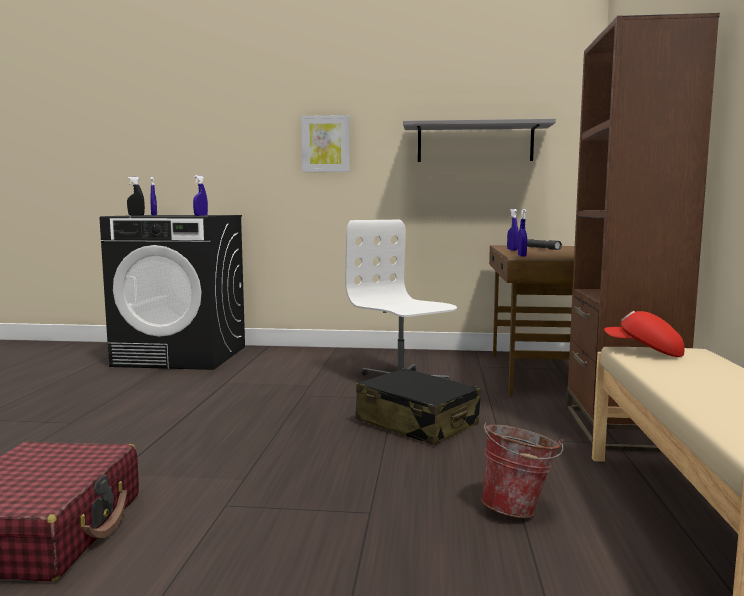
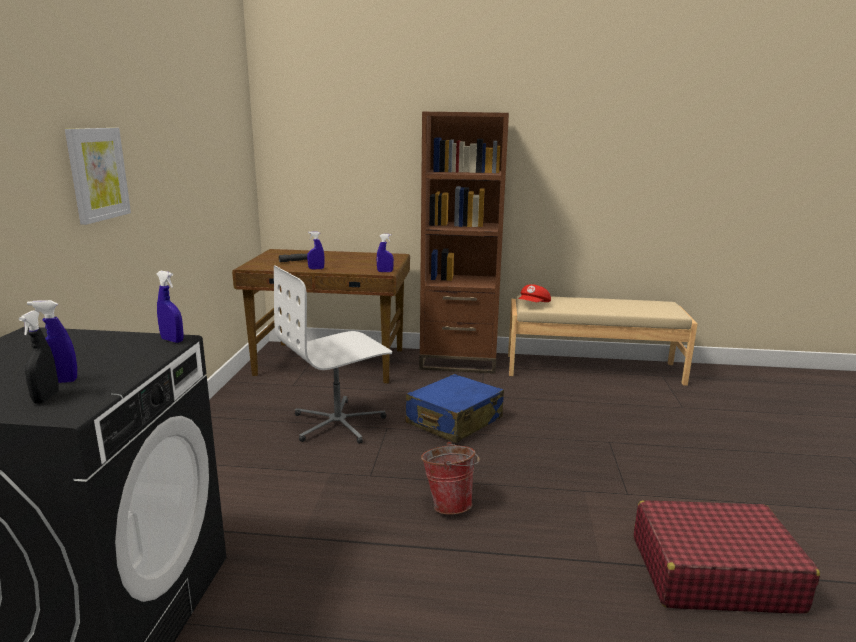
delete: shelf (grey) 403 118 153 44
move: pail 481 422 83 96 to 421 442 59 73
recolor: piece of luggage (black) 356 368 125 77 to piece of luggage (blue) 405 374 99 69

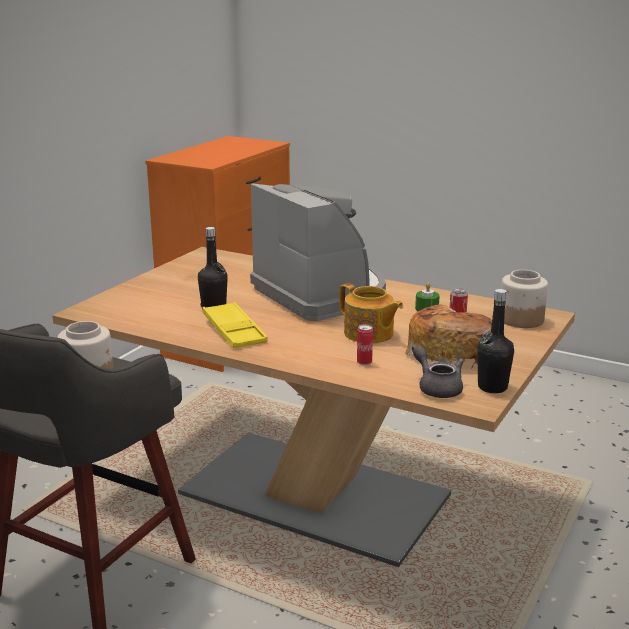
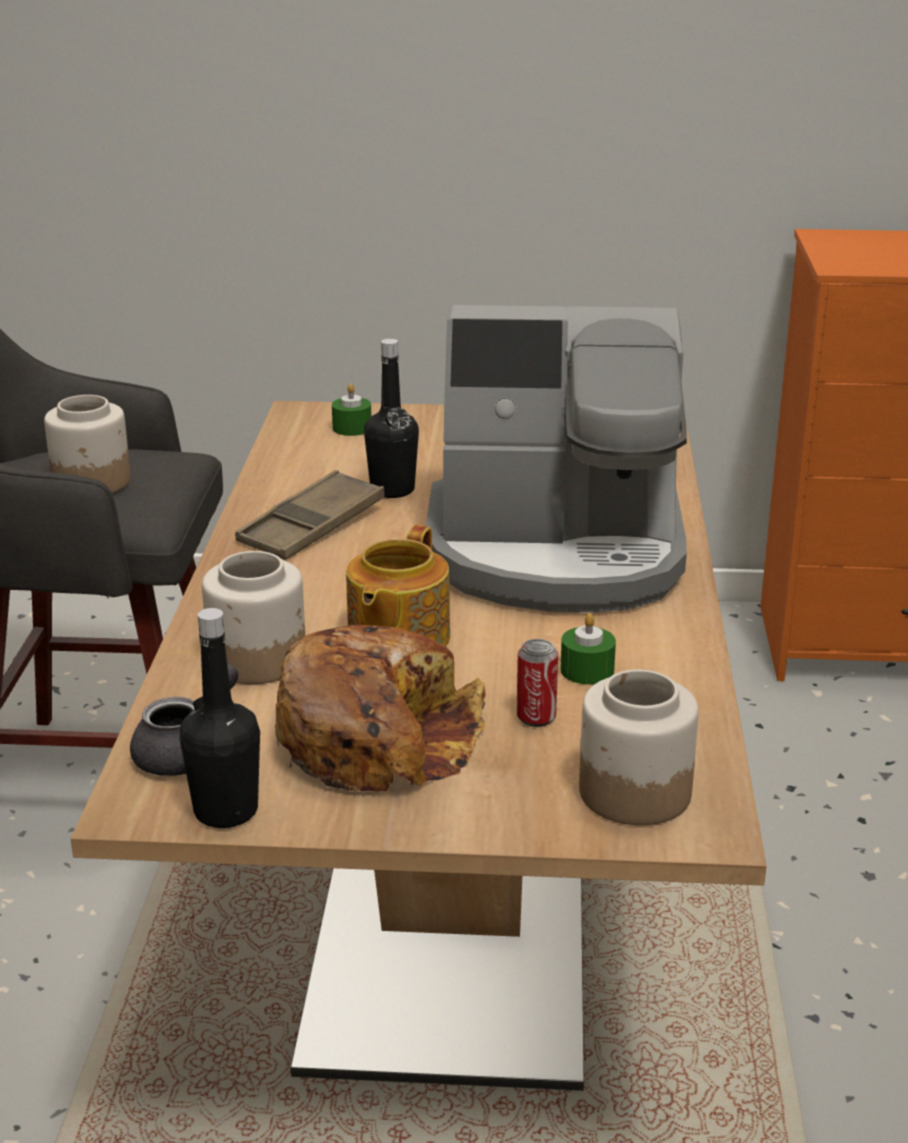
insert: wax light (green) 332 384 39 52
replace: metal can 357 324 16 41 to jar 202 551 103 133
recolor: carrying tray (yellowish) 202 302 66 46 to carrying tray (brownish) 235 470 150 90
rotate: coffee machine 250 184 136 137 = 426 305 261 308 60 degrees clockwise

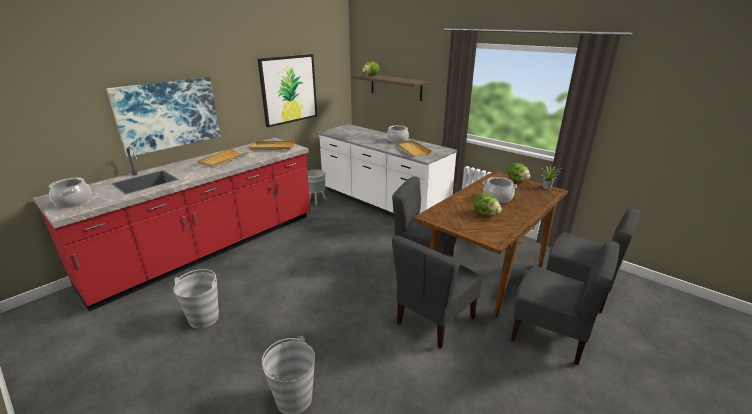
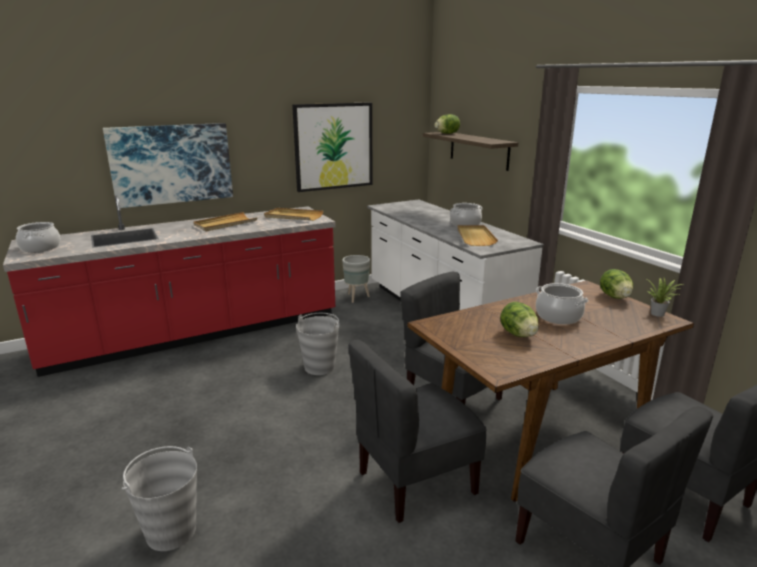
move: pail (grey) 174 269 45 60 to 296 313 43 62

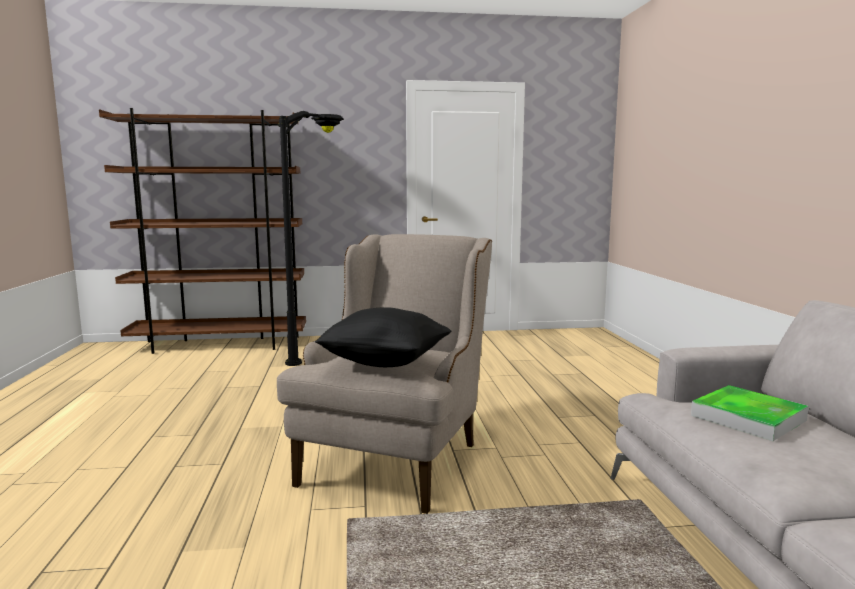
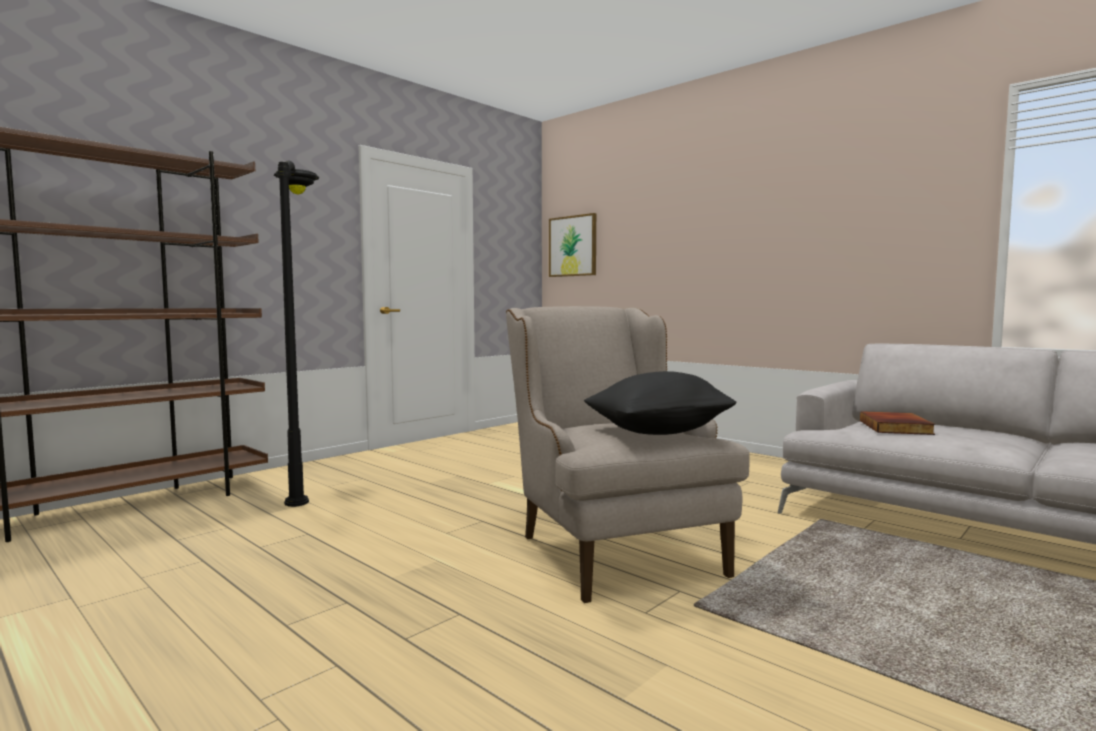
insert: wall picture 549 213 47 64
replace: carrying tray 691 385 118 56 to book 860 411 75 24

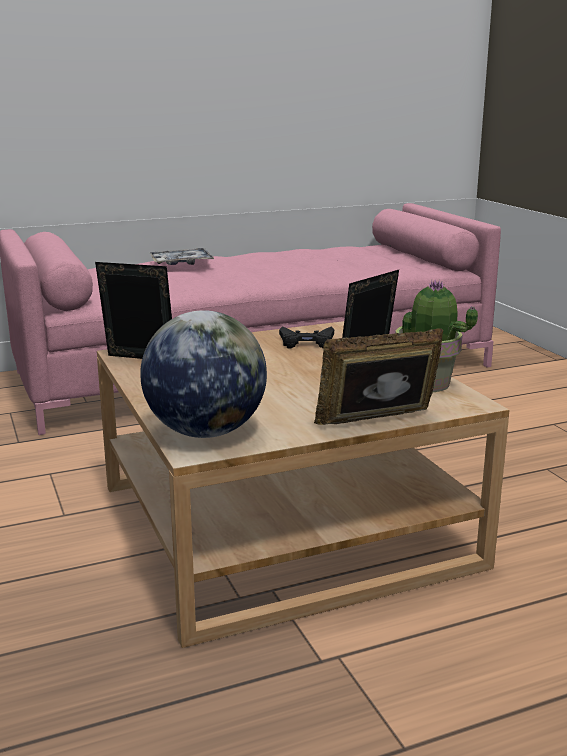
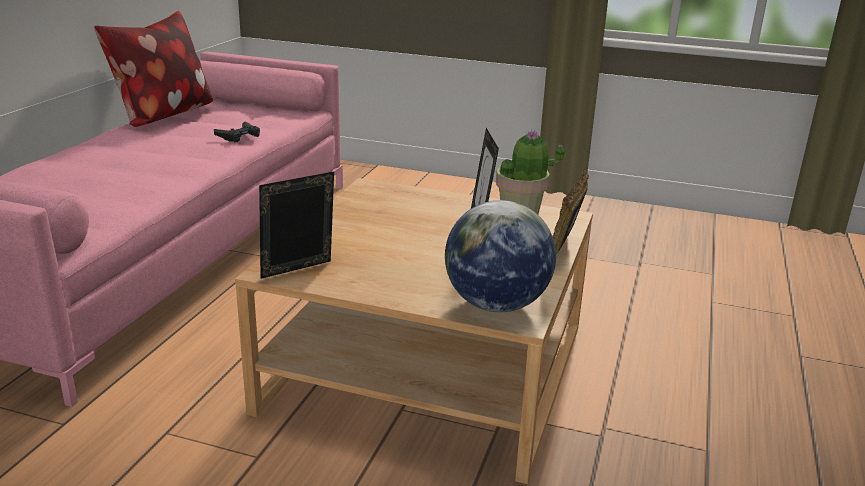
delete: carrying tray 149 248 65 17
insert: pillow 94 11 119 116
move: game controller (black) 279 326 55 23 to 214 122 46 20

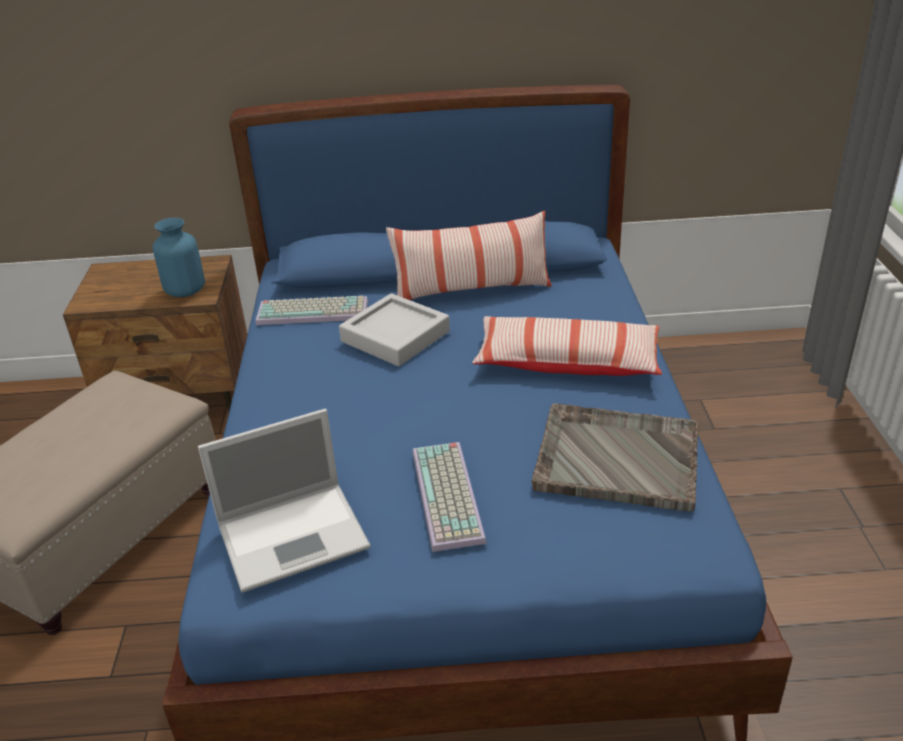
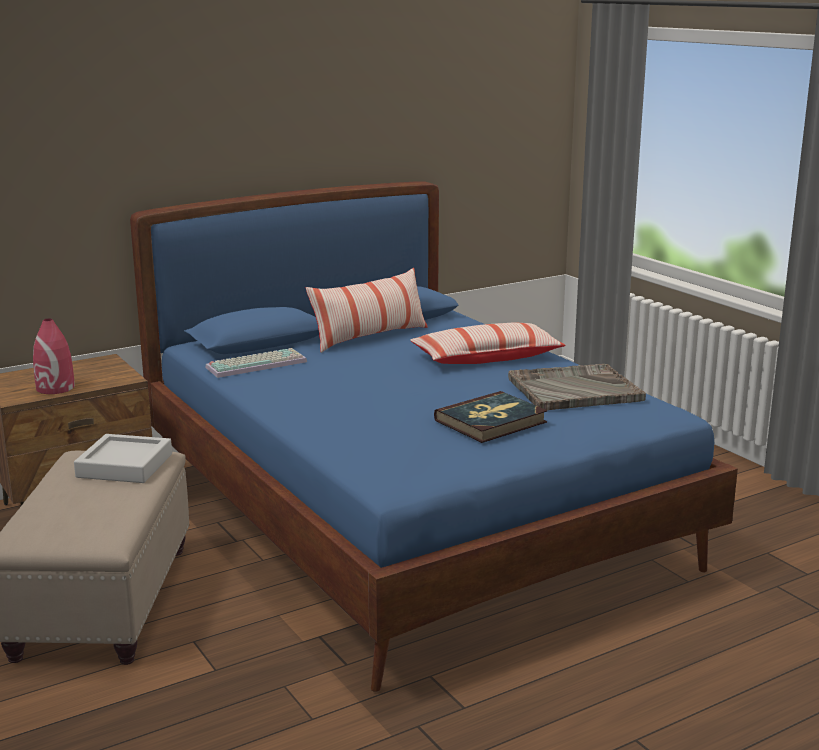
delete: flower vase (blue) 153 218 52 79; portable computer 198 409 172 184
insert: flower vase (reddish) 33 318 42 76
move: carrying tray (grey) 339 293 111 73 to 74 434 98 49
replace: keyboard 413 442 74 110 to book 434 391 114 52

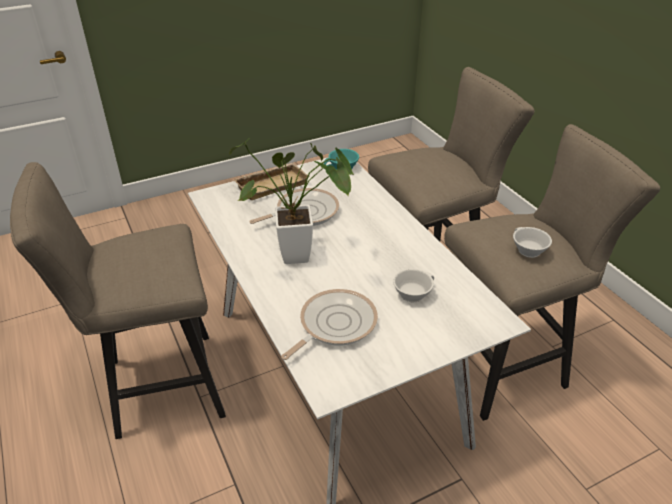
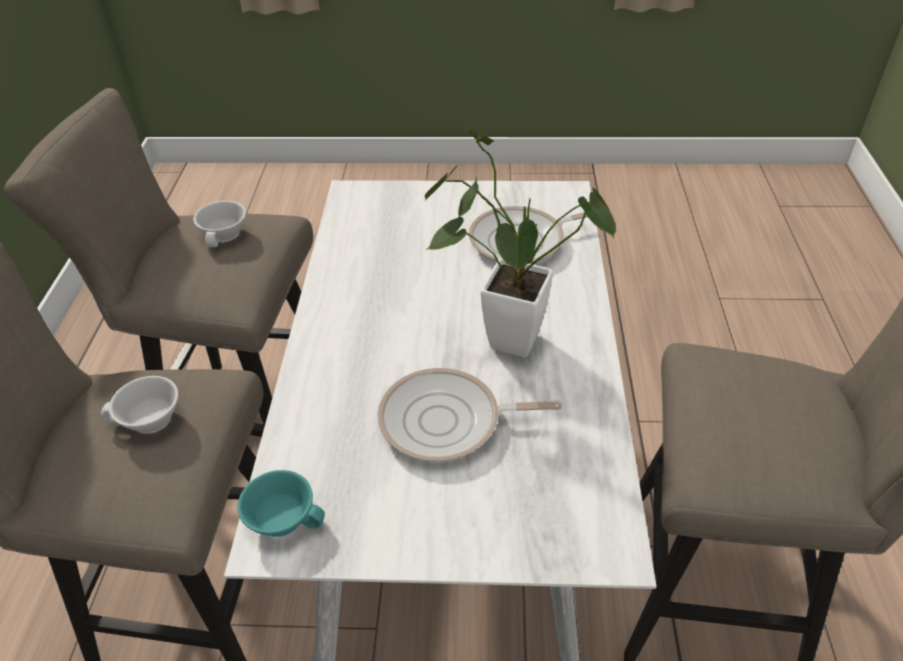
delete: carrying tray (sand-coloured) 234 163 74 37
move: cup (white) 393 269 41 33 to 101 376 78 58

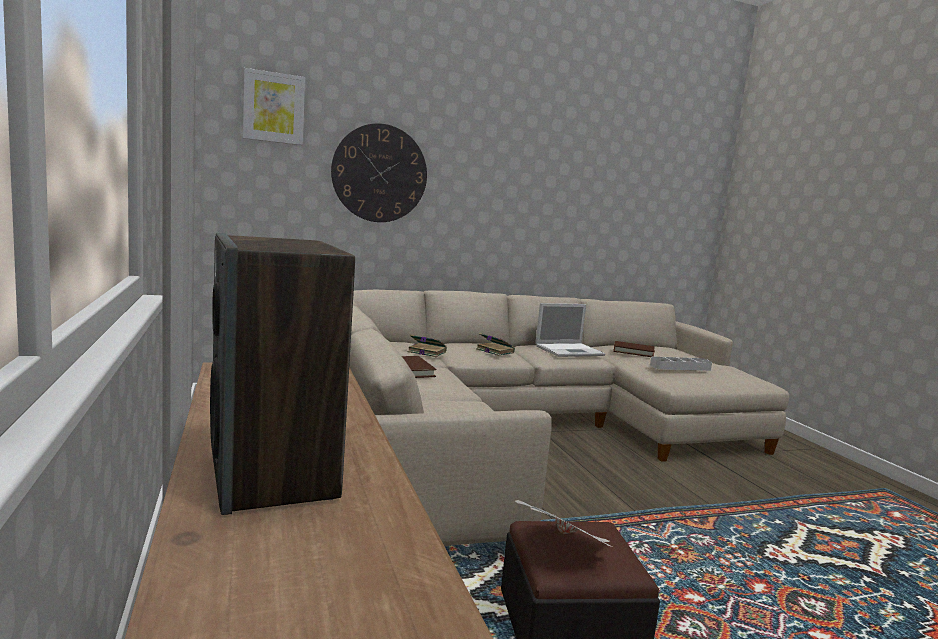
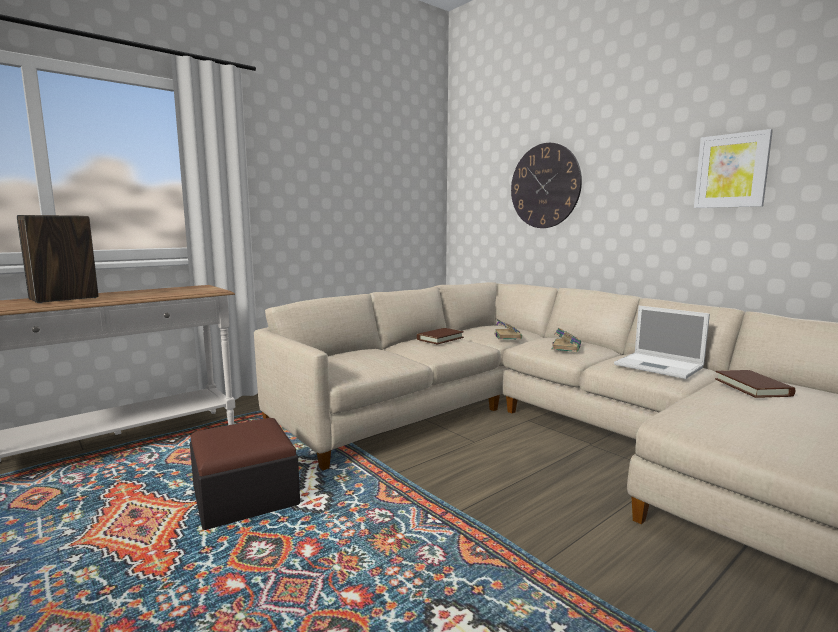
delete: carrying tray (grey) 650 357 62 14; daily paper 515 500 97 47
move: wall picture 243 68 62 77 to 694 129 79 79

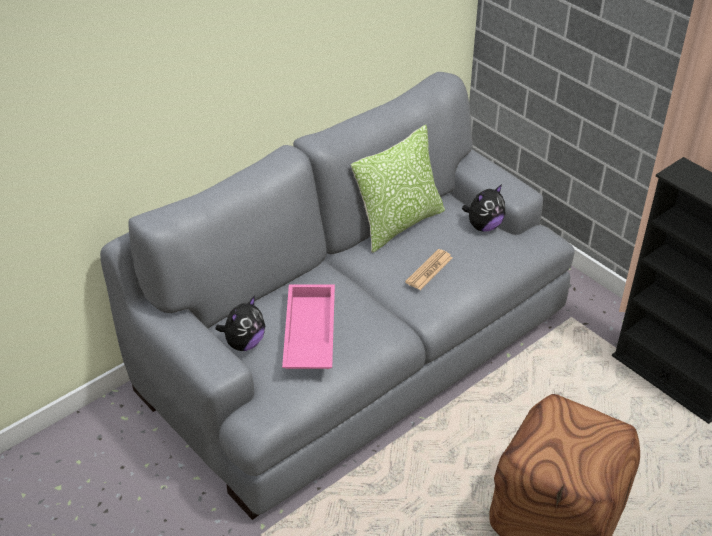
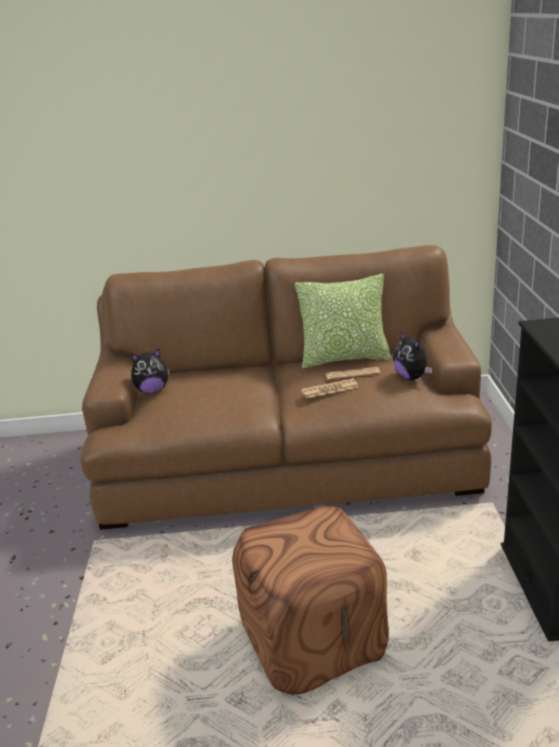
delete: carrying tray (pinkish) 282 284 53 85
insert: daily paper 326 367 55 13
recolor: couch (grey) 100 72 475 448 to couch (brownish) 80 245 412 285
rotate: soft toy 462 184 43 48 = 393 332 39 48 60 degrees clockwise

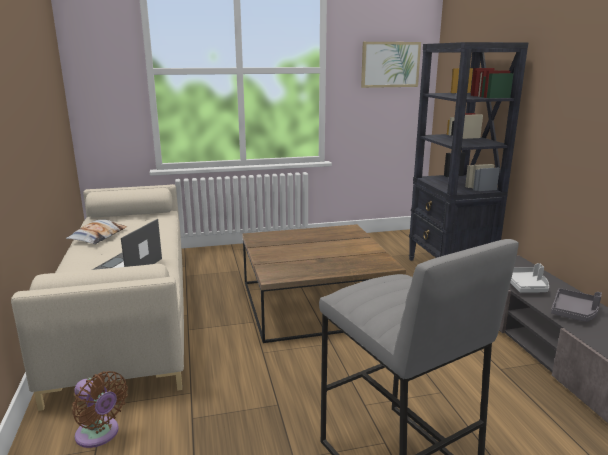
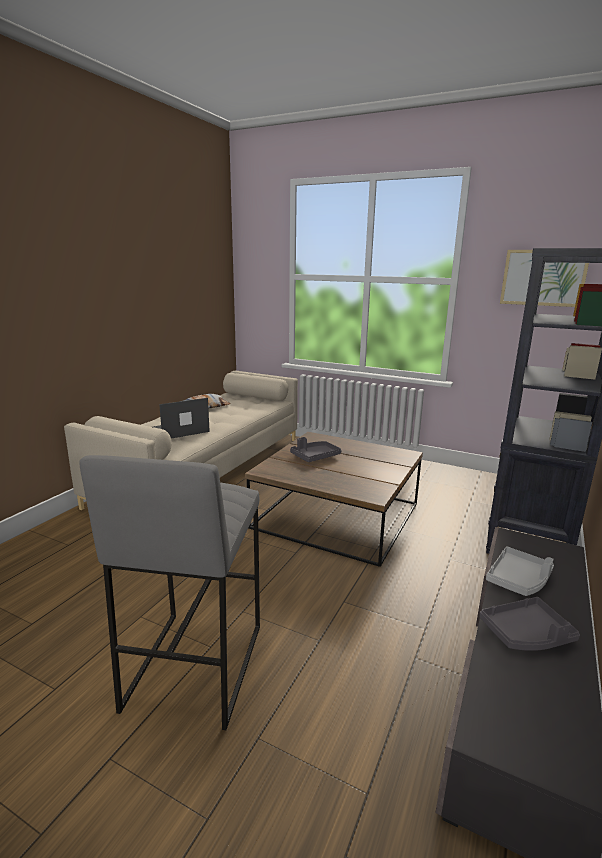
delete: fan (brownish) 72 371 56 77
insert: carrying tray (grey) 290 437 52 25

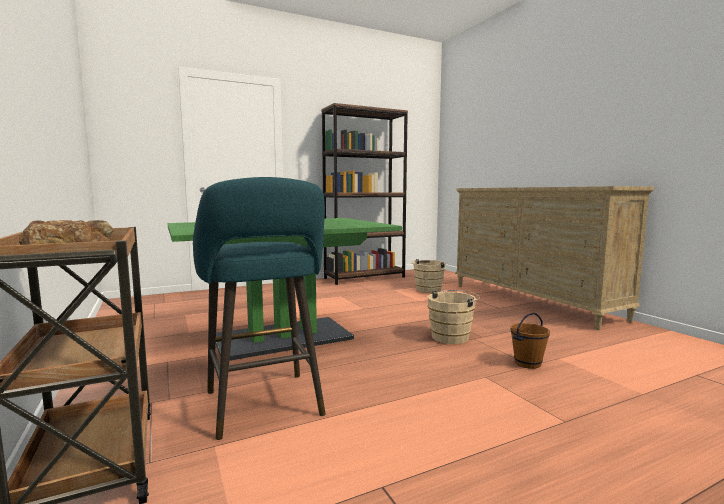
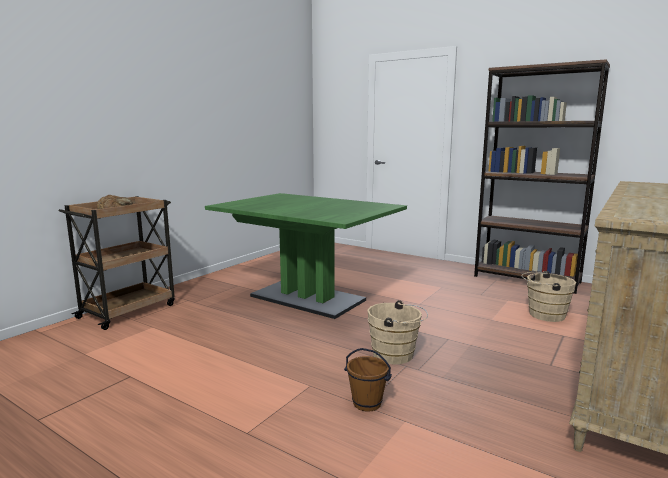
delete: stool seat (turquoise) 193 177 133 263

